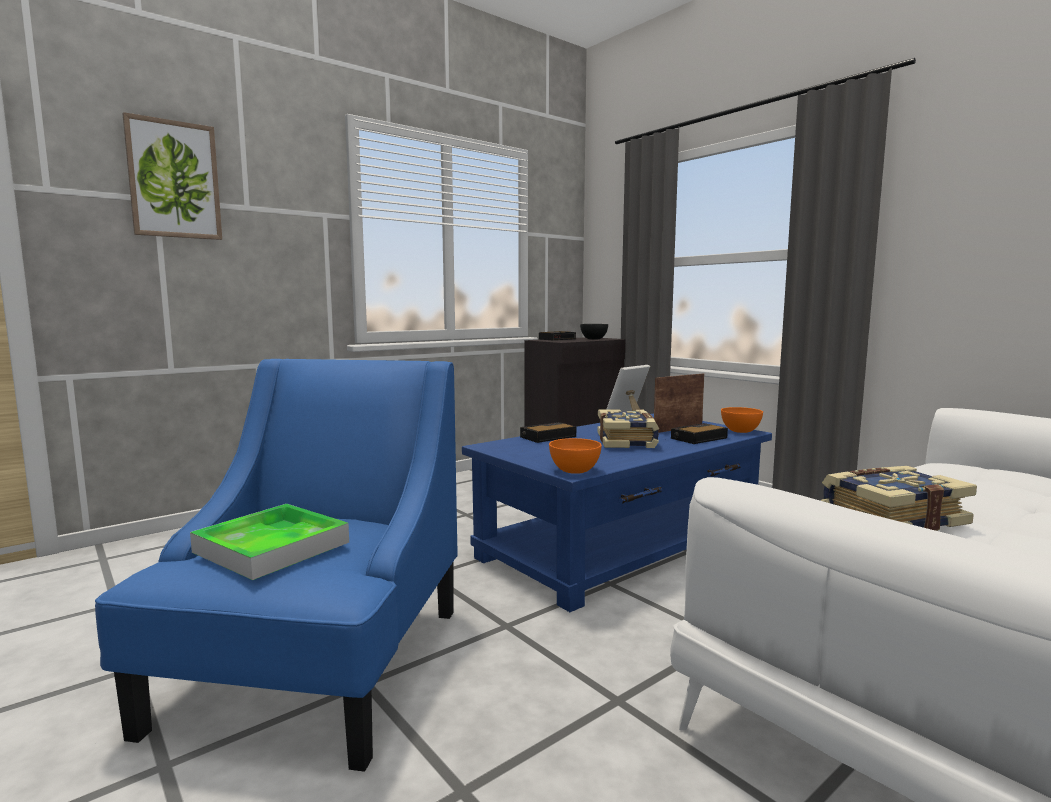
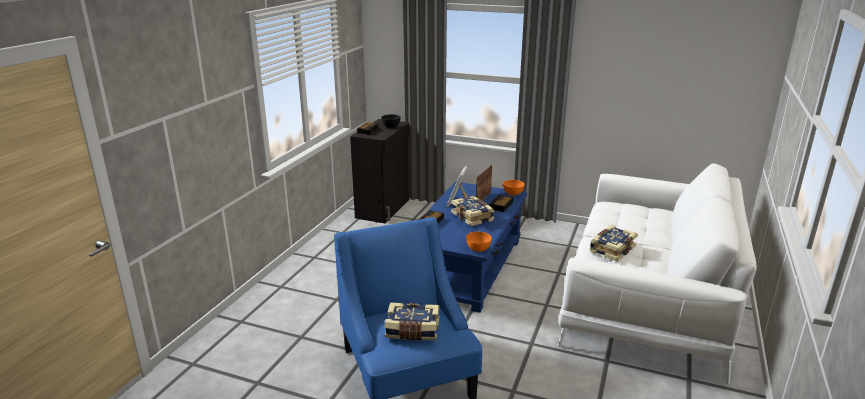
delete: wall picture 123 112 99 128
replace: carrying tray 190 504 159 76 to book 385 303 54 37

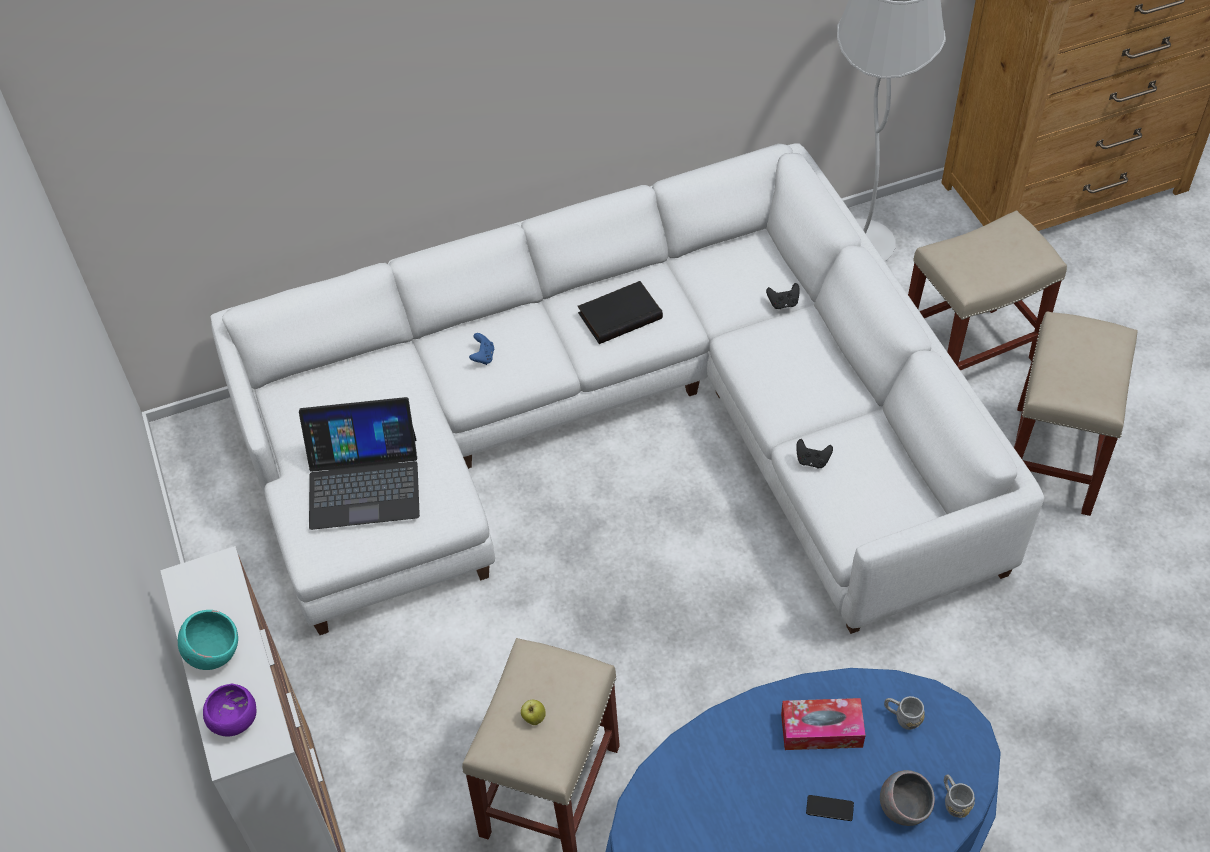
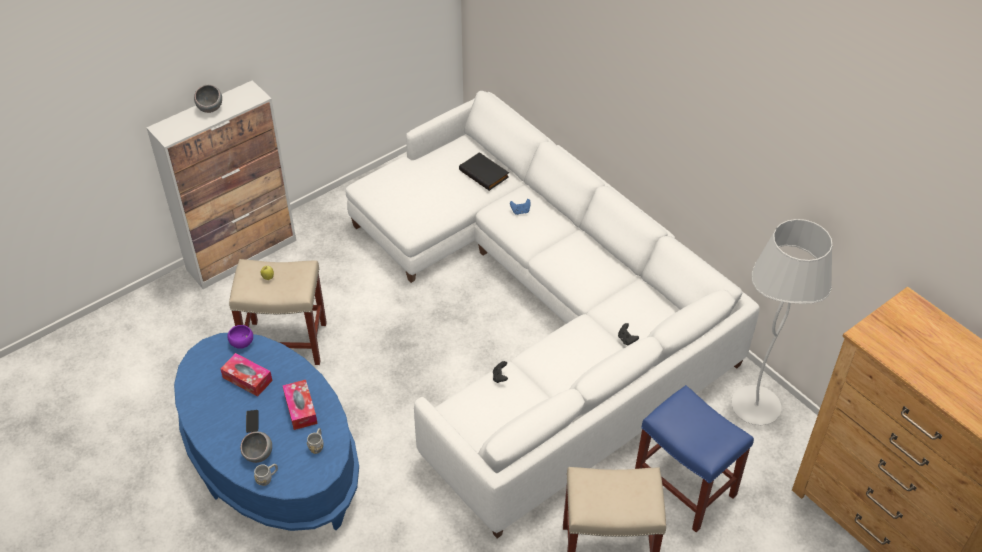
delete: portable computer 299 397 121 133
insert: box of tissues 220 353 53 44
move: book (black) 578 281 85 63 to 459 152 50 39; deep dish (purple-coloured) 203 684 53 53 to 227 325 26 24
recolor: stool seat (sand-coloured) 908 210 159 161 to stool seat (blue) 635 385 119 147; deep dish (turquoise) 178 610 60 60 to deep dish (grey) 194 85 28 28

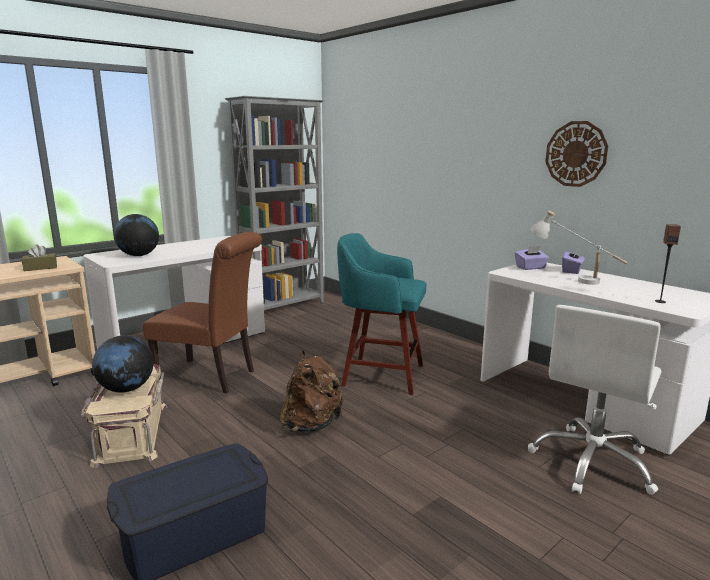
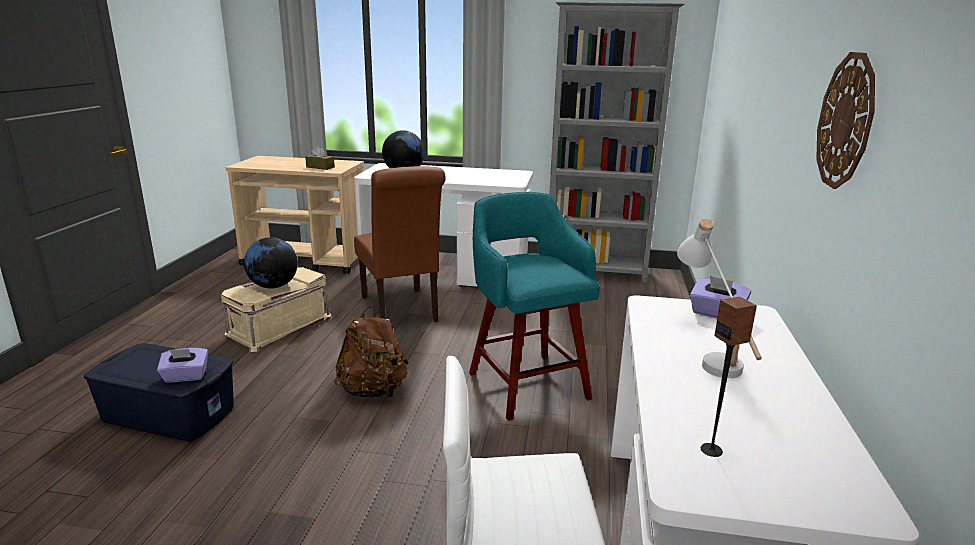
move: box of tissues (purple-coloured) 562 248 23 26 to 157 348 51 35

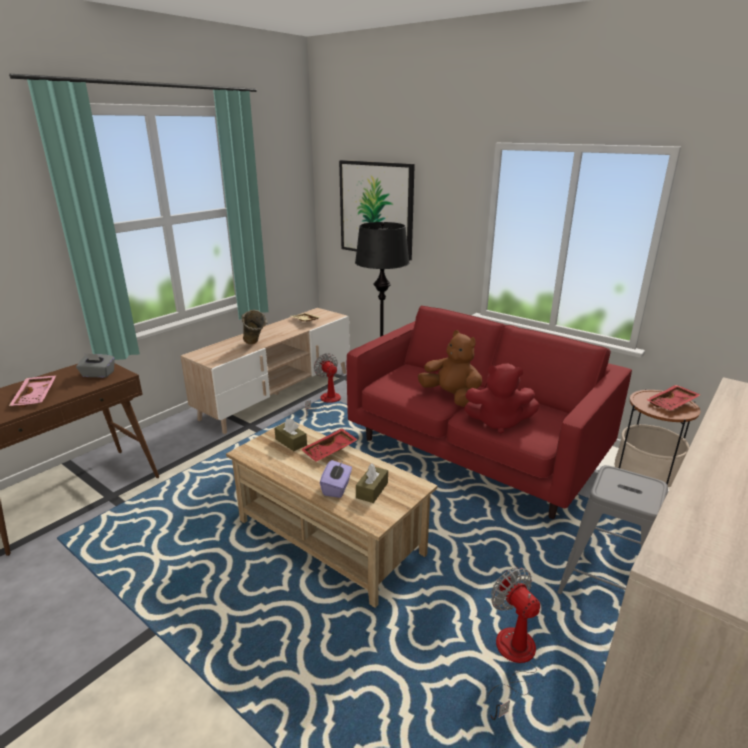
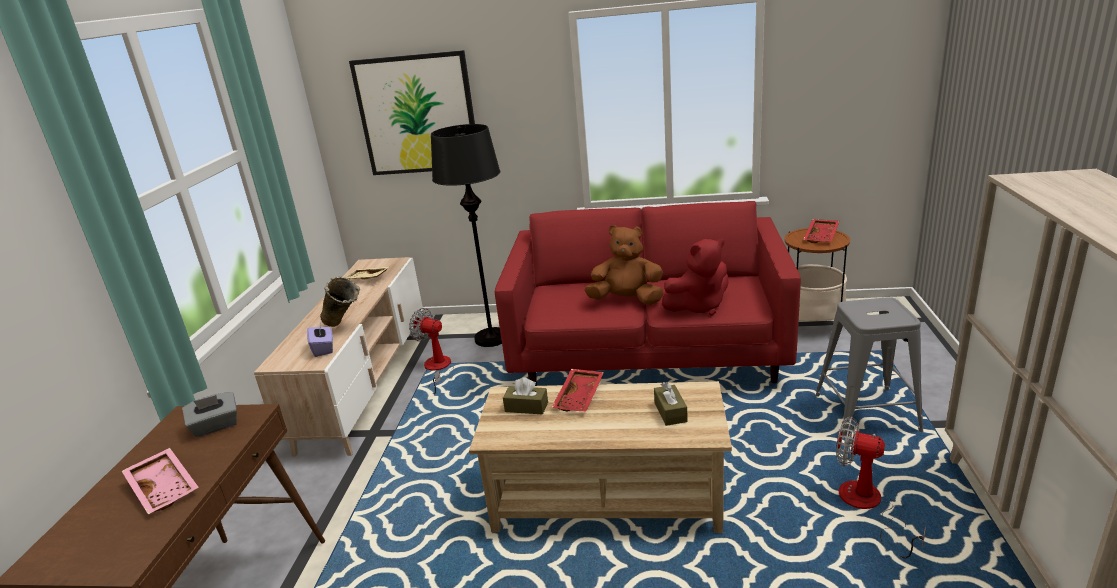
move: box of tissues (purple-coloured) 320 460 32 38 to 307 324 26 33

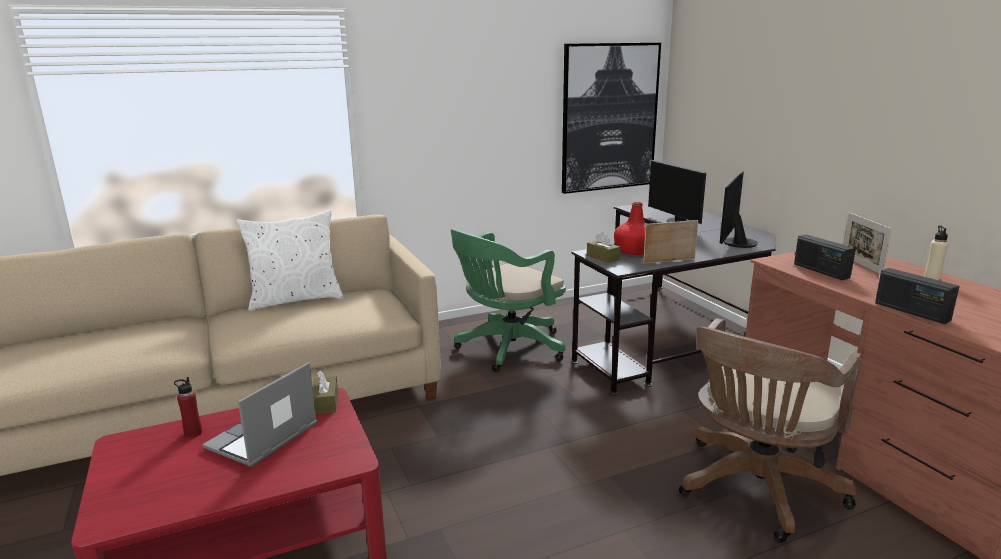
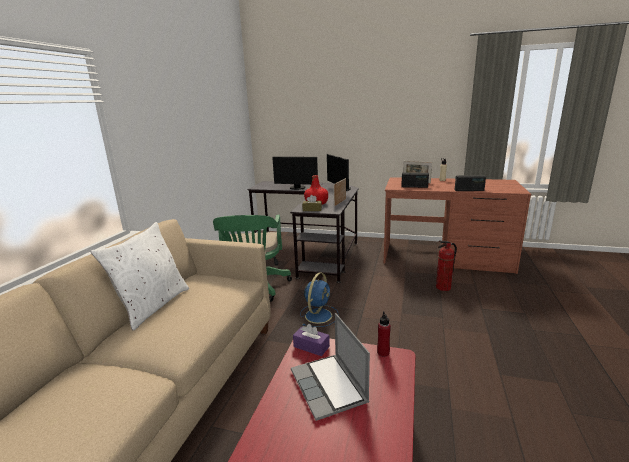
delete: wall picture 562 43 99 151
insert: fan (blue) 300 272 39 55
move: beverage bottle (reddish) 174 377 28 61 to 377 311 14 46
replace: desk chair (brownish) 679 318 183 225 to fire-fighting cylinder 436 241 21 50
recolor: box of tissues (brownish) 313 371 25 43 to box of tissues (purple-coloured) 293 324 37 32

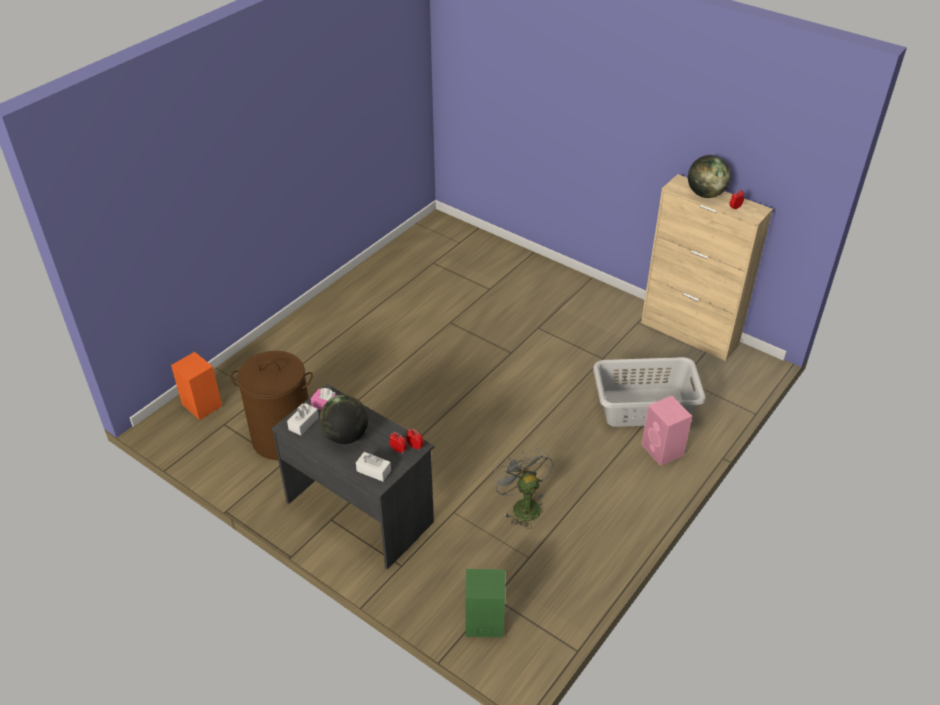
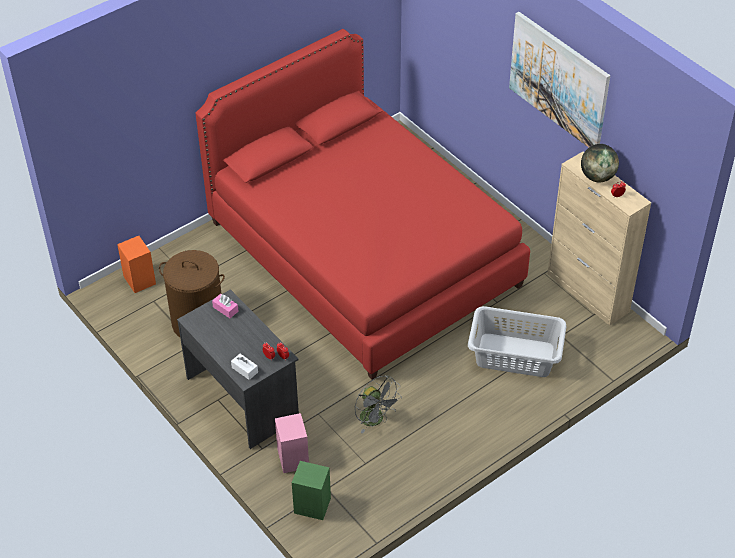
delete: globe 320 395 48 49; box of tissues (white) 287 403 32 33
insert: wall picture 509 12 101 136; bed (reddish) 195 29 335 350
move: audio speaker (pinkish) 641 396 51 70 to 275 413 34 60
rotate: fan (grey) 492 448 61 81 = 355 375 46 59 150 degrees clockwise

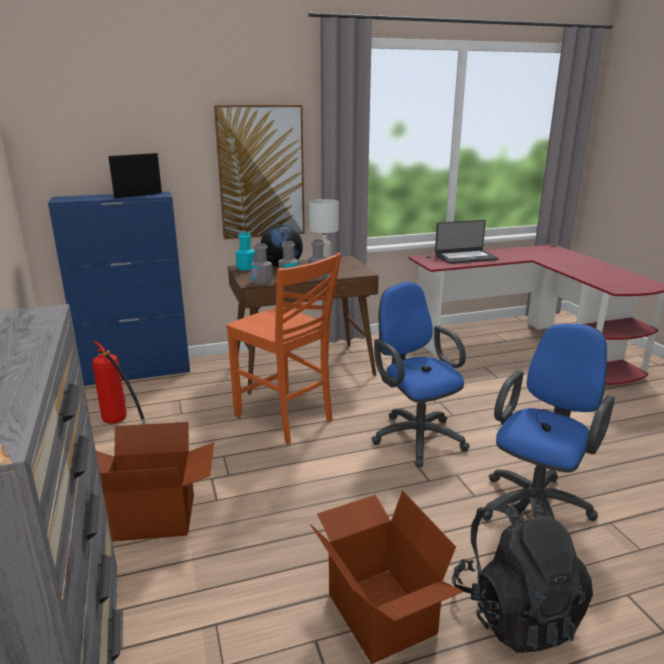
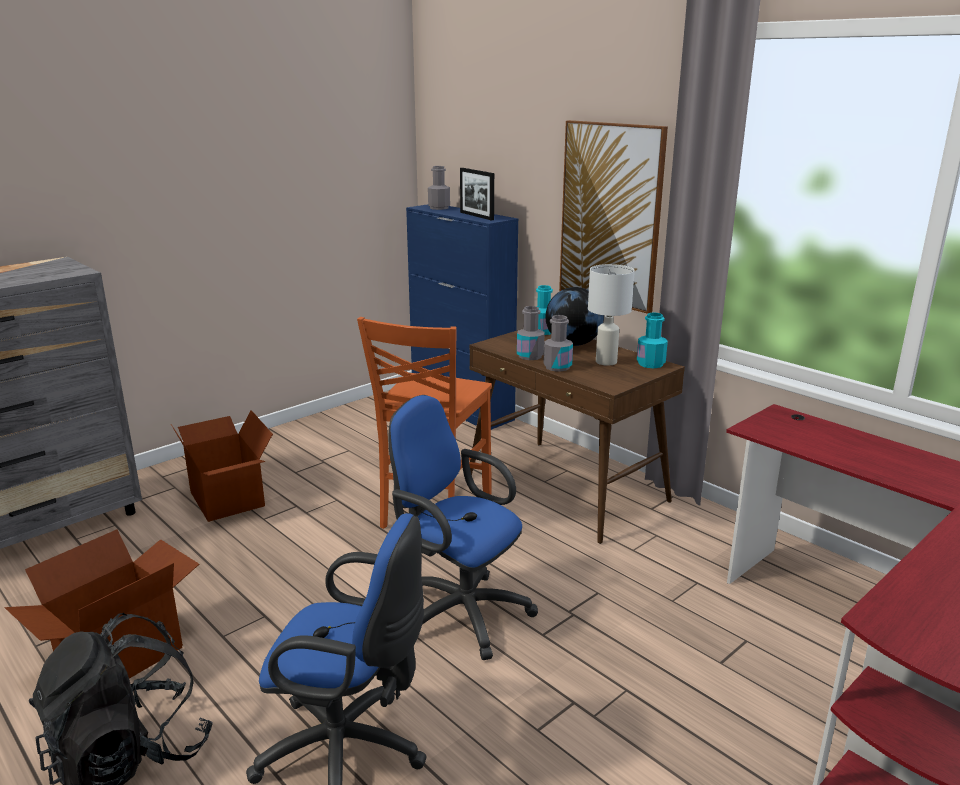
delete: portable computer 435 220 64 44; fire-fighting cylinder 92 341 54 84
insert: beverage bottle (turquoise) 637 312 31 56
move: beverage bottle (grey) 251 243 22 41 to 428 166 22 44
rotate: standing frame 108 153 54 45 = 460 168 34 53 150 degrees counterclockwise; desk chair (blue) 371 282 99 185 = 389 395 149 265 90 degrees counterclockwise

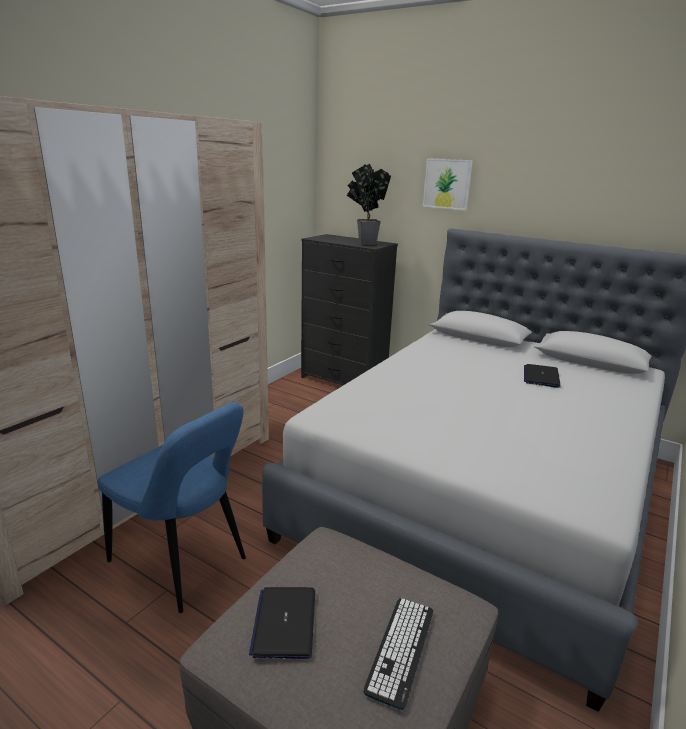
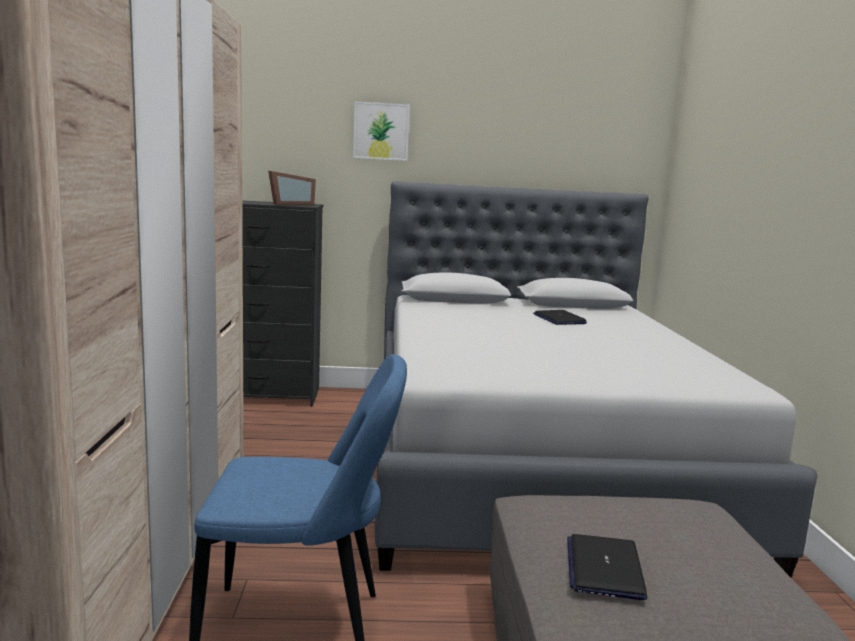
delete: keyboard 363 598 70 112
replace: potted plant 347 164 44 82 to standing frame 268 171 48 34
rotate: portable computer 249 587 66 72 = 567 534 81 66 45 degrees clockwise

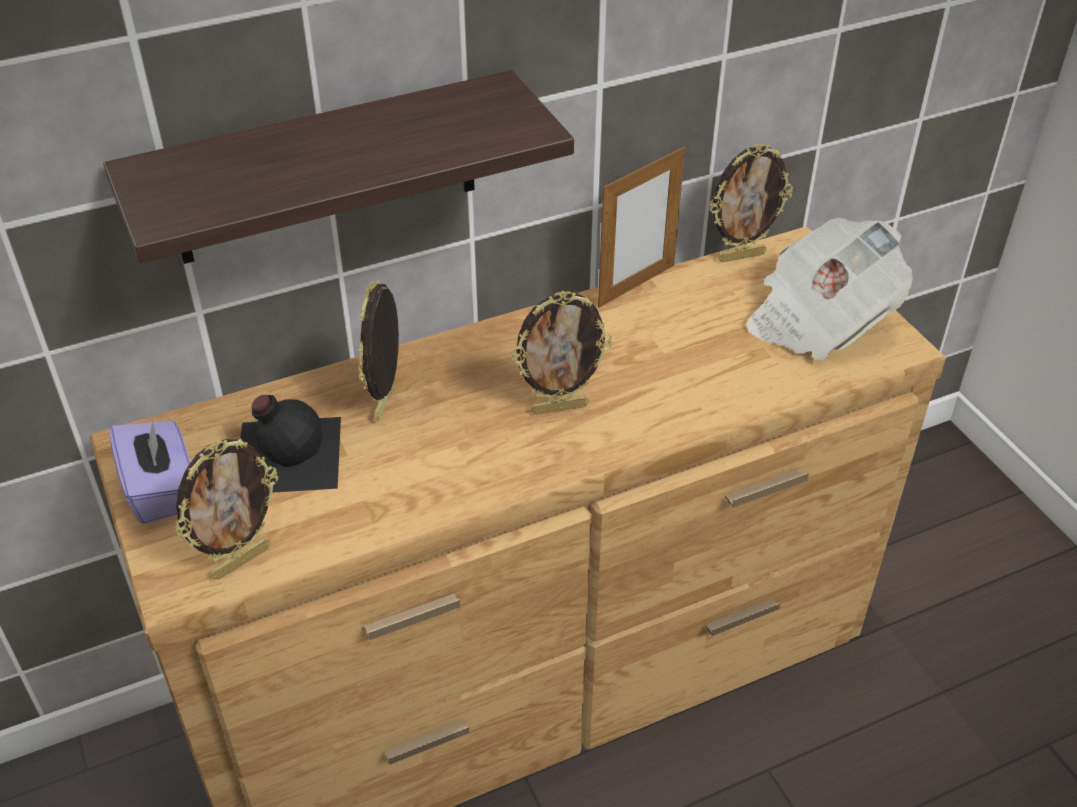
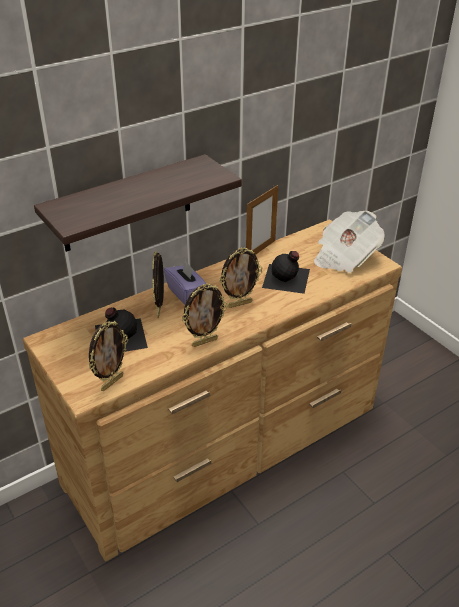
insert: beverage bottle (black) 262 251 48 43
move: standing frame 710 143 83 119 to 182 284 46 63; box of tissues (purple-coloured) 110 420 80 104 to 164 260 42 44

